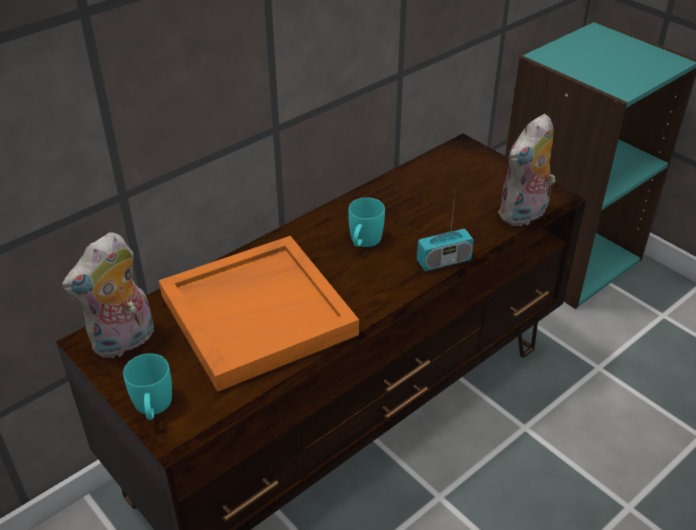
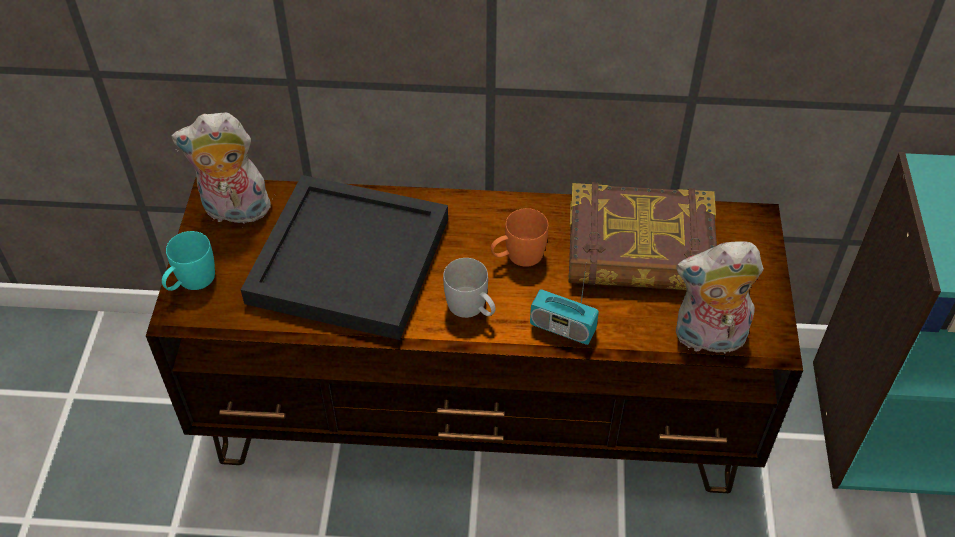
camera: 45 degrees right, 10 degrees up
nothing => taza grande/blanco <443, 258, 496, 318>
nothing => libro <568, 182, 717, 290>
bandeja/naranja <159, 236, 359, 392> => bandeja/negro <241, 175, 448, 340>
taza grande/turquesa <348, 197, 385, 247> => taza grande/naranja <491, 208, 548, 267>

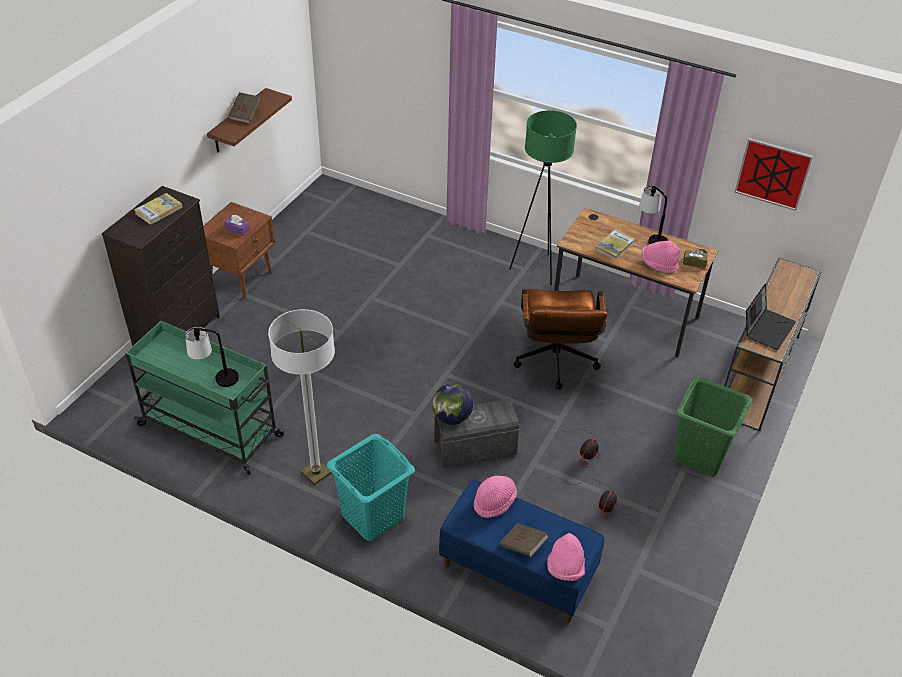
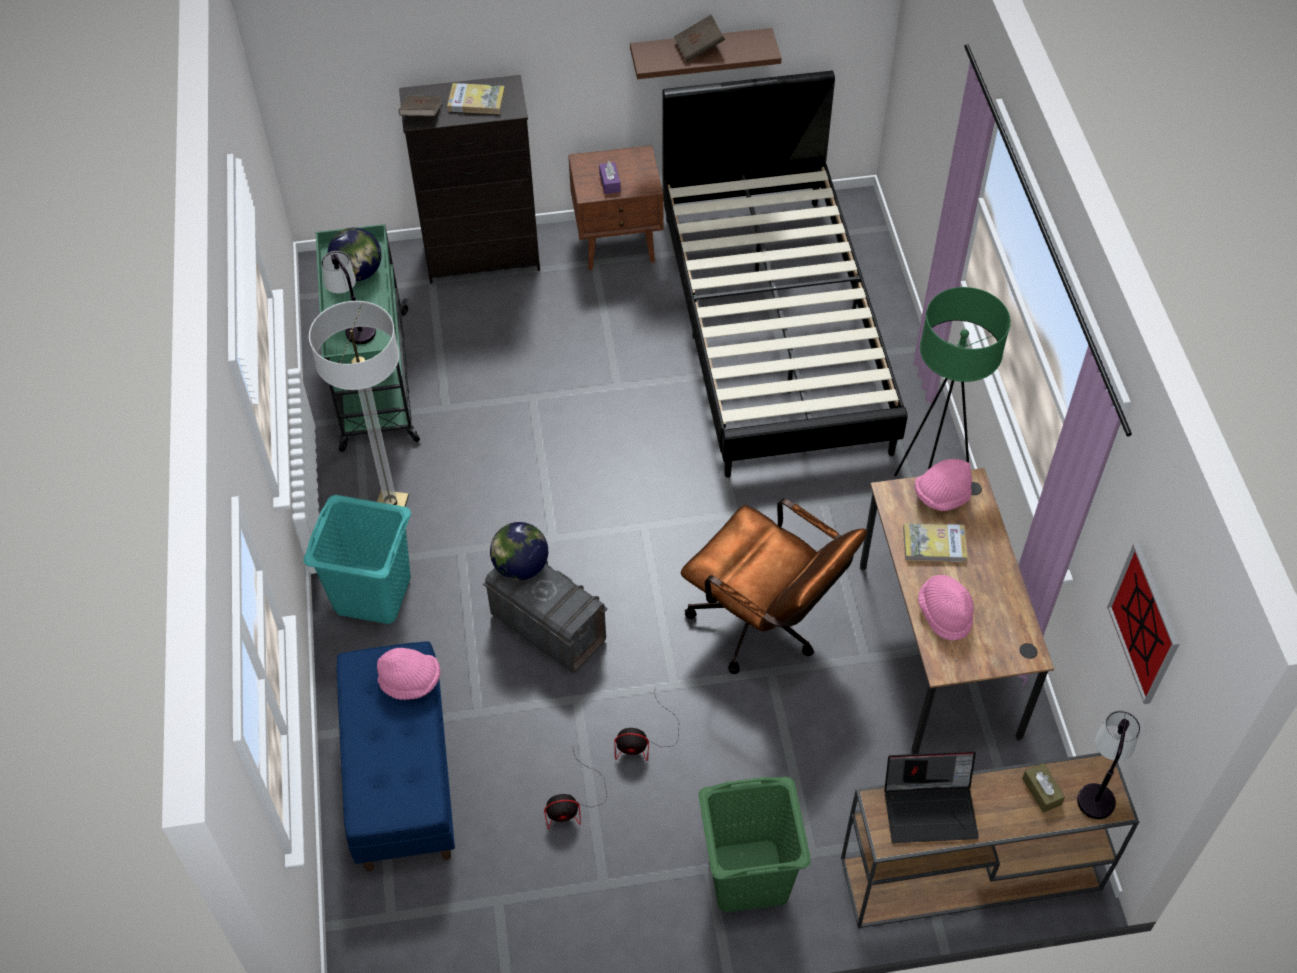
camera: 55 degrees right, 10 degrees up
nothing => globo terráqueo <328, 227, 382, 281>
nothing => cama/negro <663, 71, 908, 478>
libro/marrón <500, 523, 549, 557> => libro/marrón <399, 96, 442, 116>, relocated
sombrero/rosa <547, 533, 585, 581> => sombrero/rosa <915, 459, 972, 511>, relocated
lámpara de mesa <639, 186, 668, 244> => lámpara de mesa <1077, 710, 1141, 819>, relocated
caja de pañuelos/marrón <683, 248, 708, 268> => caja de pañuelos/marrón <1022, 763, 1065, 813>, relocated
silla de oficina/marrón <514, 289, 607, 390> => silla de oficina/marrón <681, 498, 867, 674>, 105 degrees counterclockwise

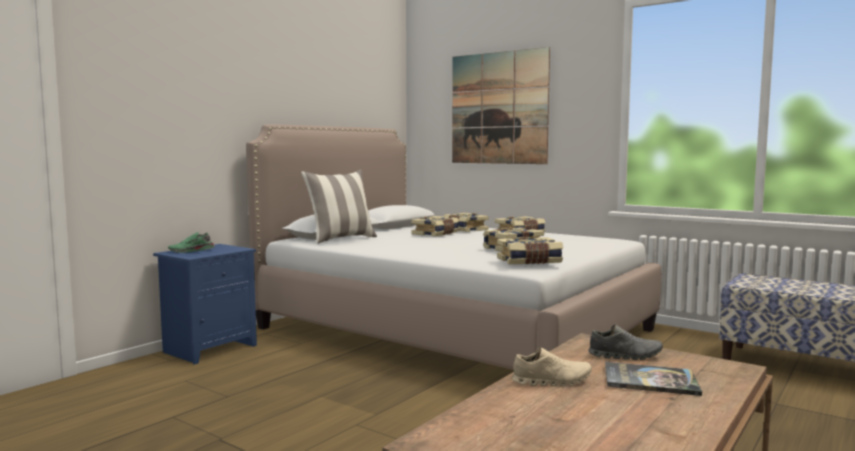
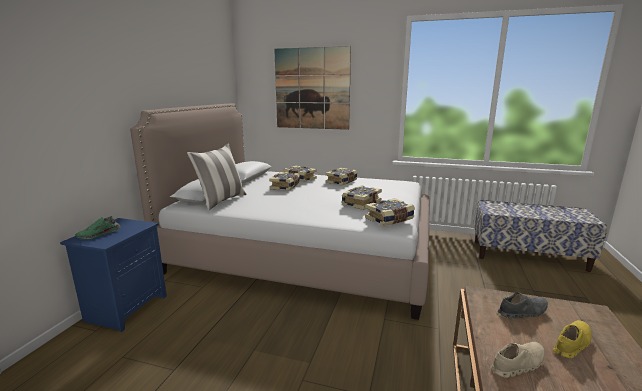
camera: 20 degrees left, 10 degrees up
libro <605, 362, 702, 396> => zapato/amarillo <553, 320, 592, 358>

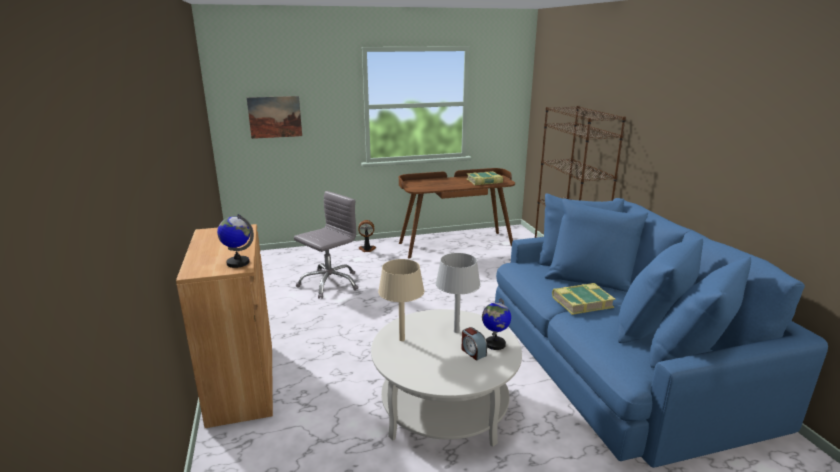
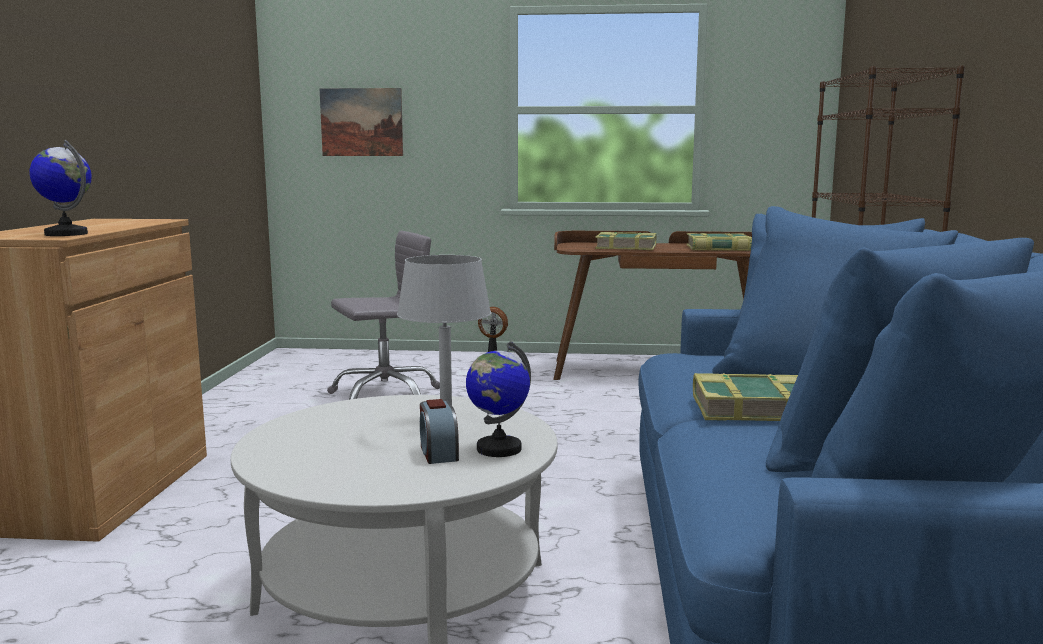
camera: 20 degrees right, 10 degrees down
lámpara de mesa/beis <378, 259, 424, 341> => nothing
nothing => libro <595, 232, 656, 250>

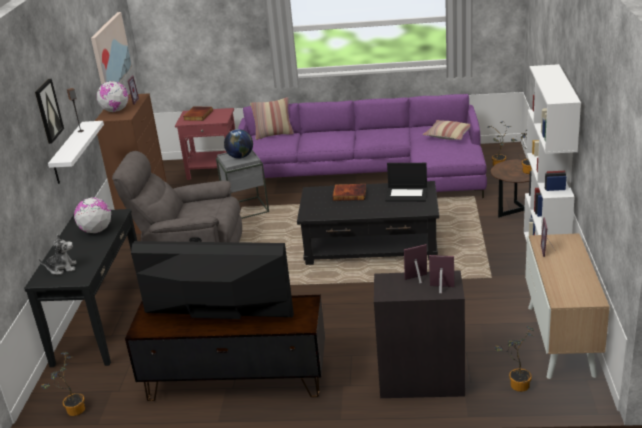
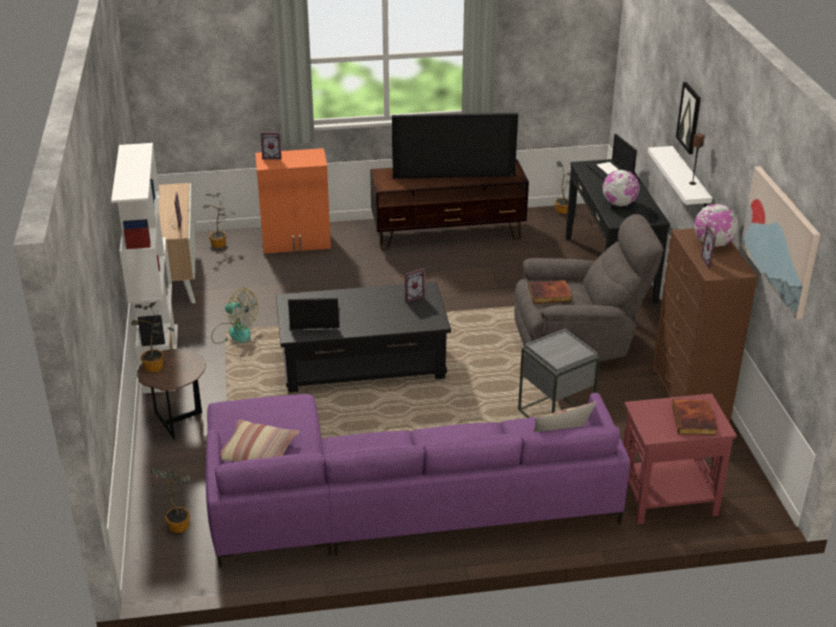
camera: 165 degrees right, 5 degrees up
globo terráqueo <224, 129, 253, 159> => nothing
nothing => ventilador <211, 288, 258, 344>
libro <333, 184, 366, 201> => libro <528, 280, 572, 304>, relocated
portarretratos <404, 244, 427, 283> => portarretratos <405, 268, 425, 303>, relocated
peluche <39, 234, 76, 275> => portátil <586, 134, 637, 181>
armario/negro <374, 270, 465, 398> => armario/naranja <255, 148, 331, 254>

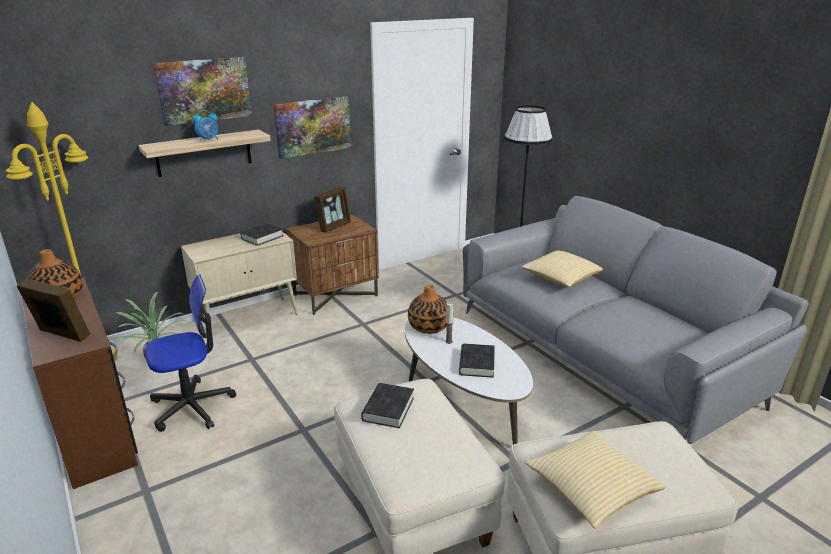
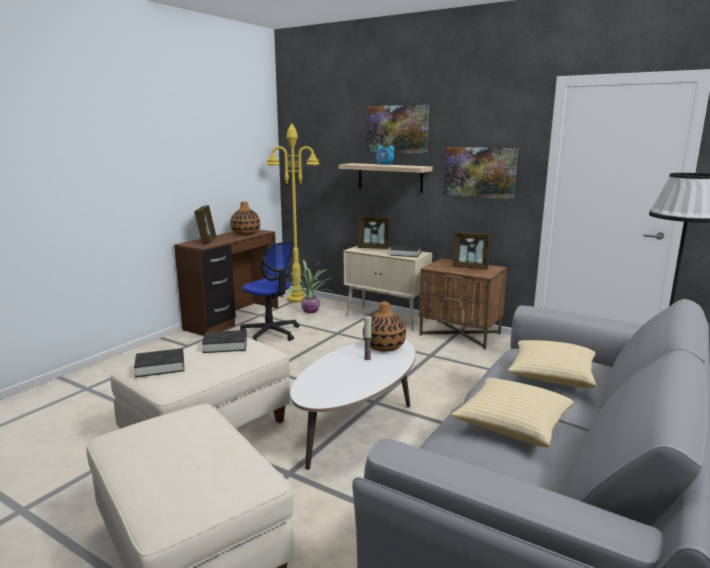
camera: 65 degrees right, 10 degrees down
nothing => portarretratos <358, 217, 390, 249>
libro/negro <459, 344, 495, 378> => libro/negro <134, 348, 184, 378>, relocated
cojín <525, 431, 665, 529> => cojín <451, 378, 574, 447>, relocated

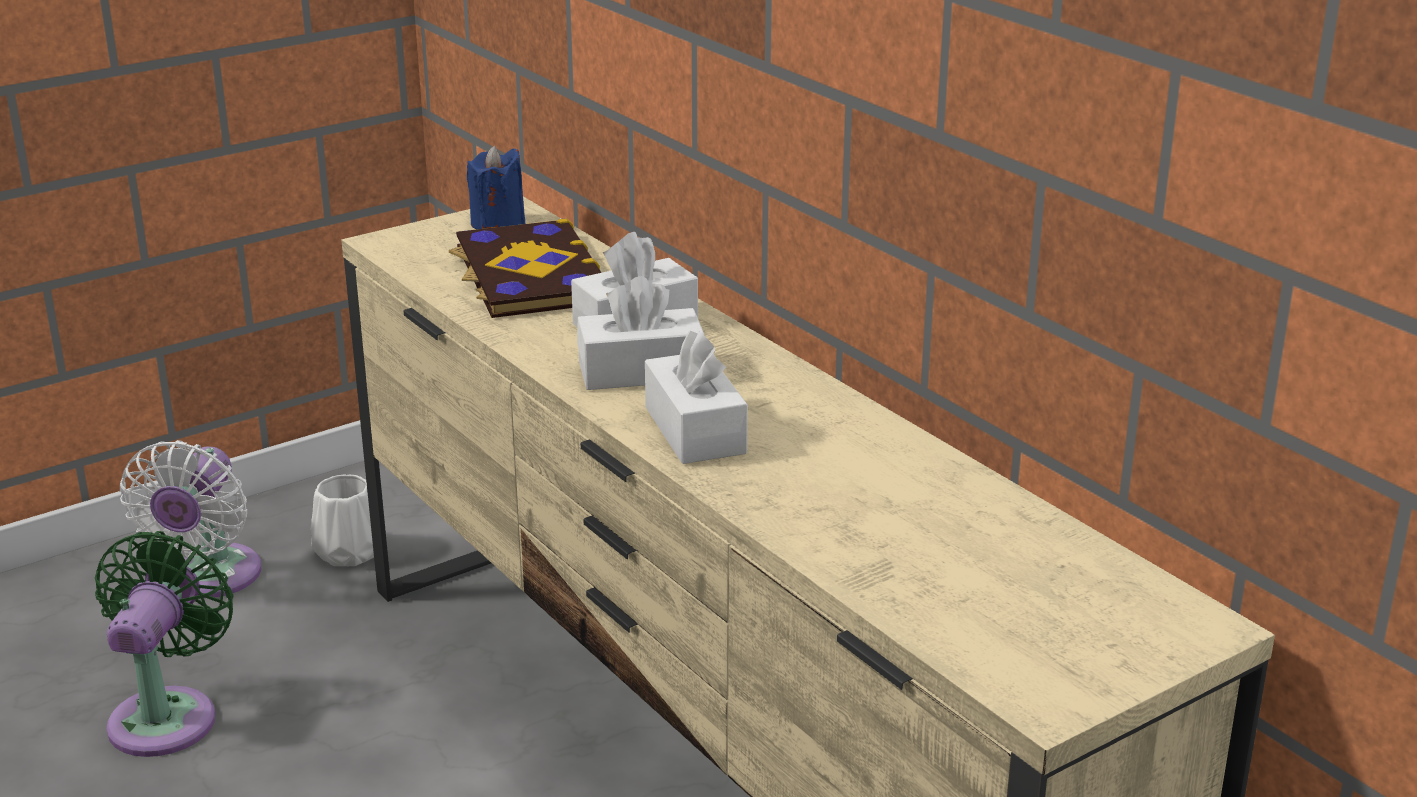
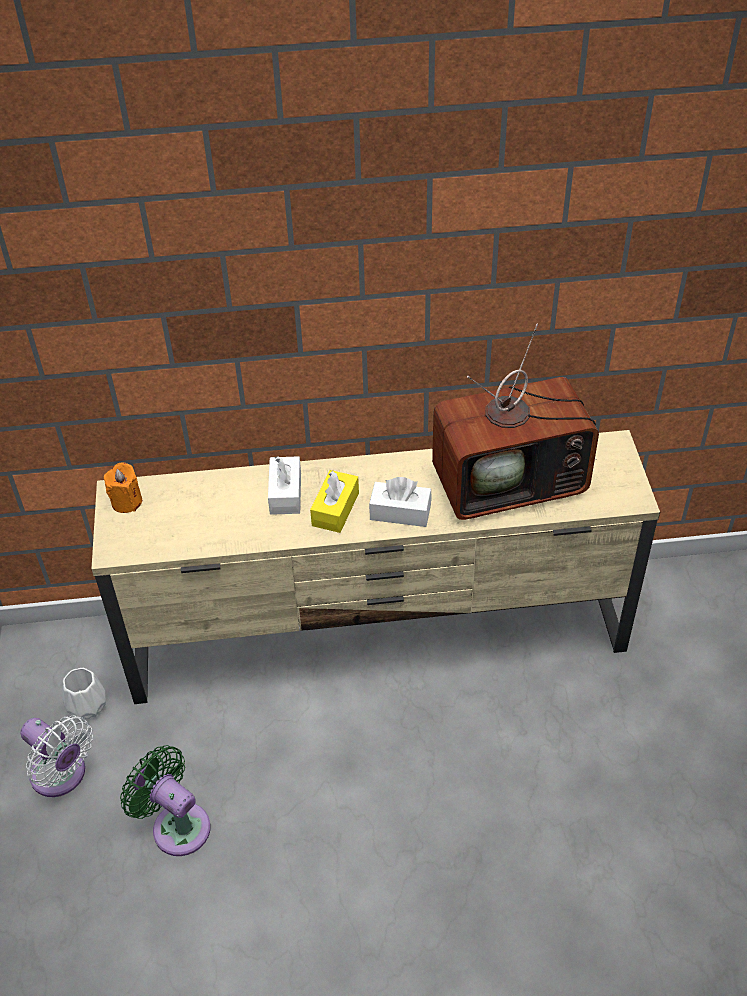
camera: 60 degrees left, 20 degrees up
libro <449, 218, 601, 318> => nothing
nothing => televisor <432, 323, 599, 520>
vela/azul <467, 145, 525, 229> => vela/naranja <104, 462, 142, 513>
caja de pañuelos/blanco <577, 276, 705, 390> => caja de pañuelos/amarillo <310, 470, 359, 533>

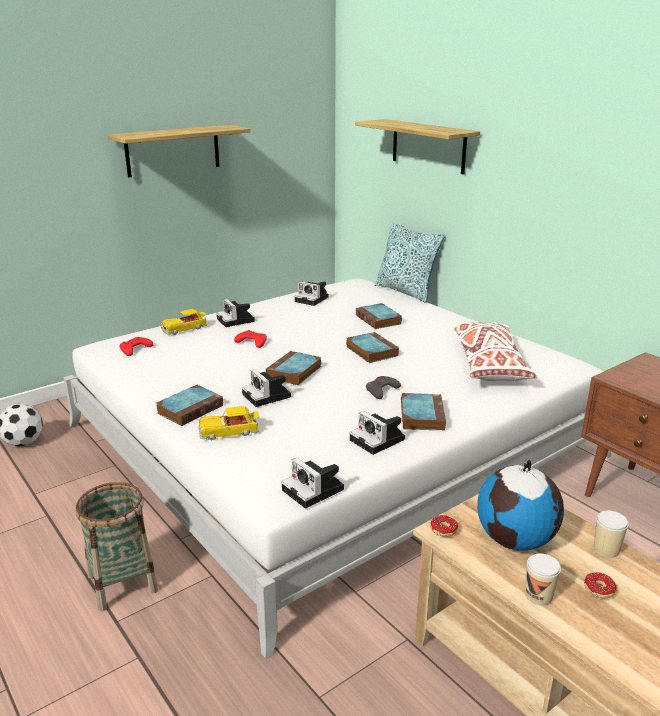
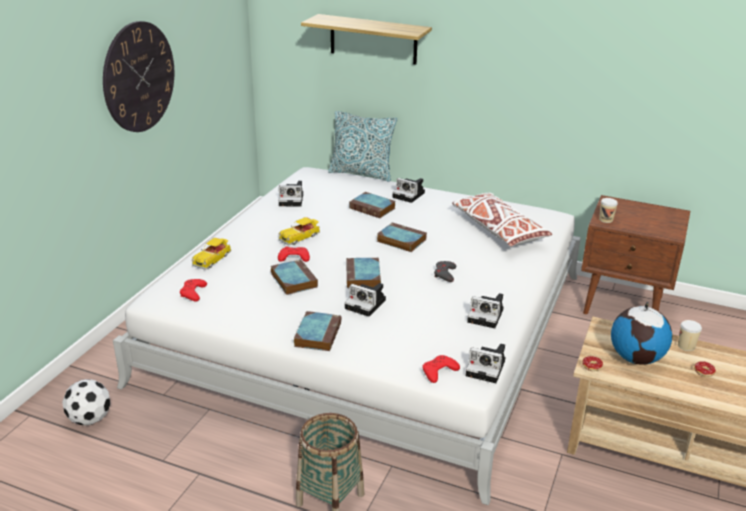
camera: 30 degrees left, 5 degrees up
nothing => mando de consola/rojo <423, 355, 460, 383>
coche de juguete <199, 406, 259, 440> => coche de juguete <279, 217, 320, 245>, relocated
cámara <217, 299, 255, 327> => cámara <393, 178, 425, 203>, relocated
libro <401, 393, 446, 431> => libro <271, 259, 318, 295>, relocated
taza <525, 553, 561, 606> => taza <599, 198, 618, 223>, relocated
estante <107, 125, 251, 178> => reloj de pared <103, 21, 174, 132>

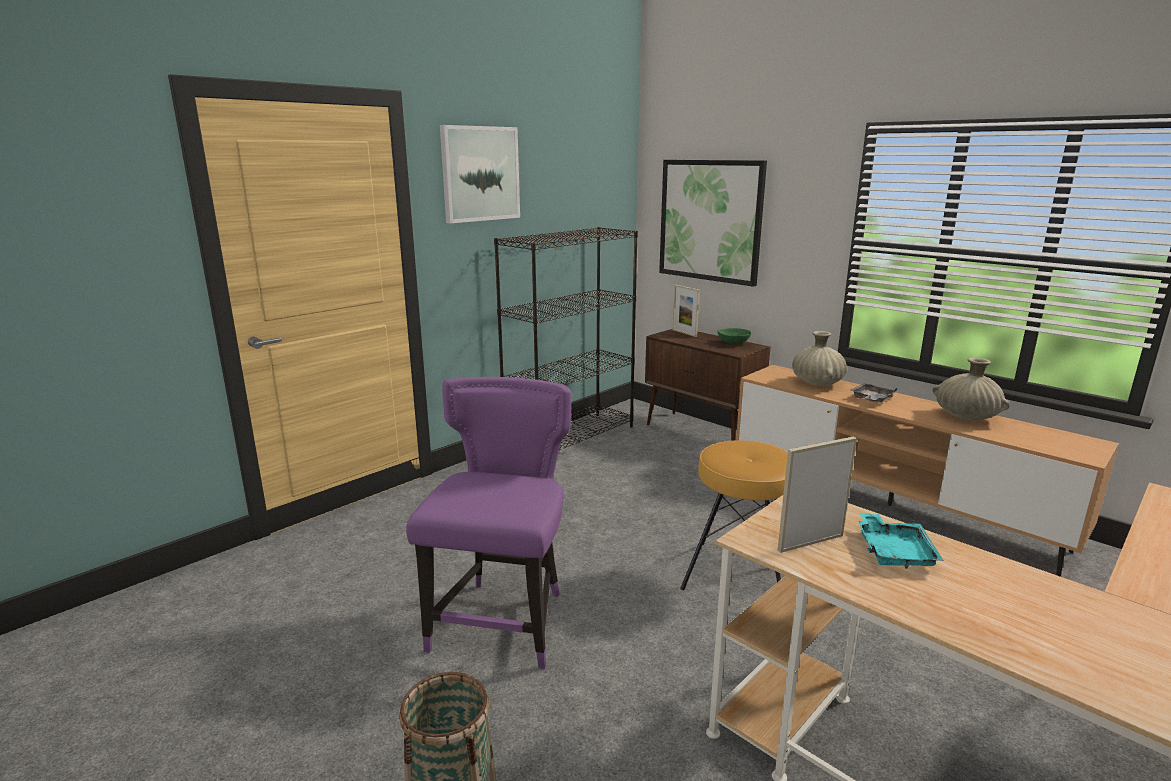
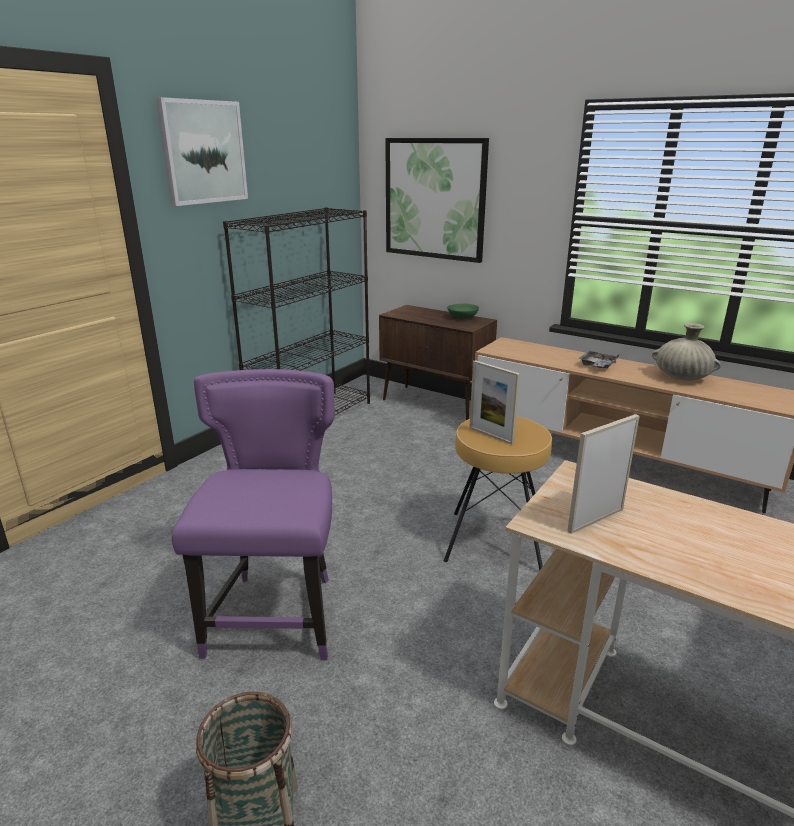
camera: 10 degrees left, 5 degrees up
florero/beis <792, 331, 847, 386> => nothing
bandeja/turquesa <858, 513, 944, 568> => nothing
portarretratos <673, 285, 700, 337> => portarretratos <469, 360, 520, 445>, relocated

